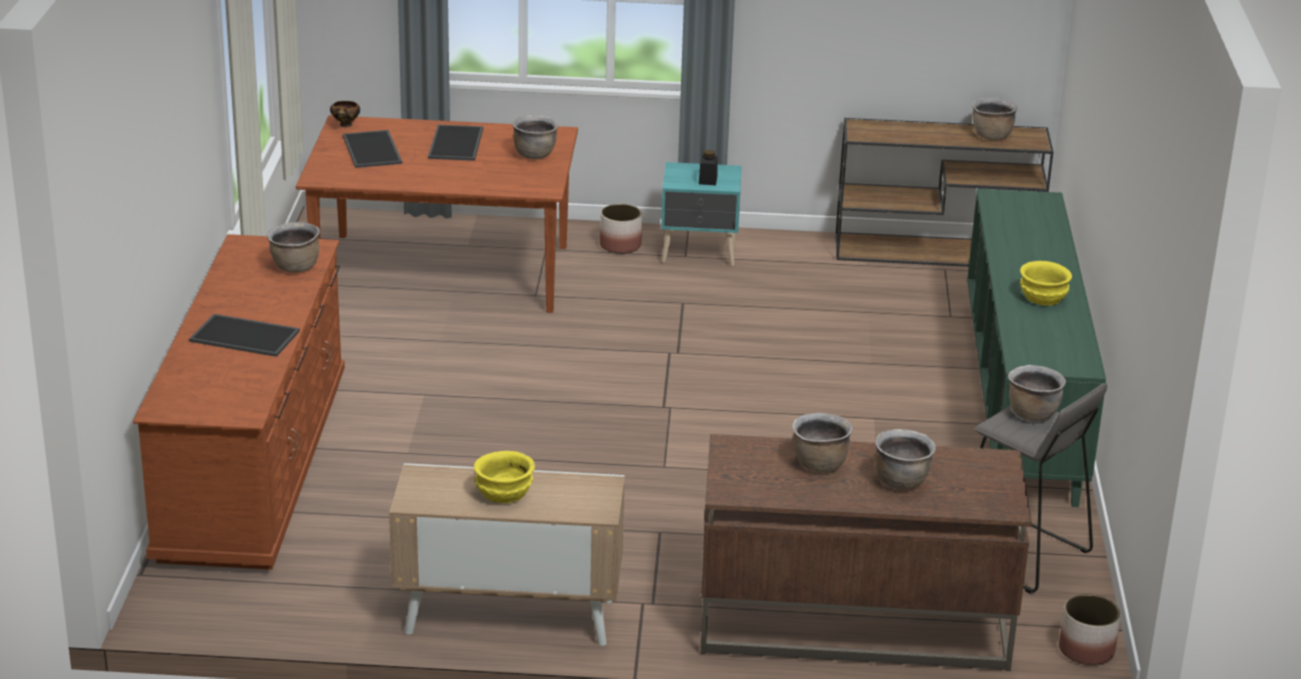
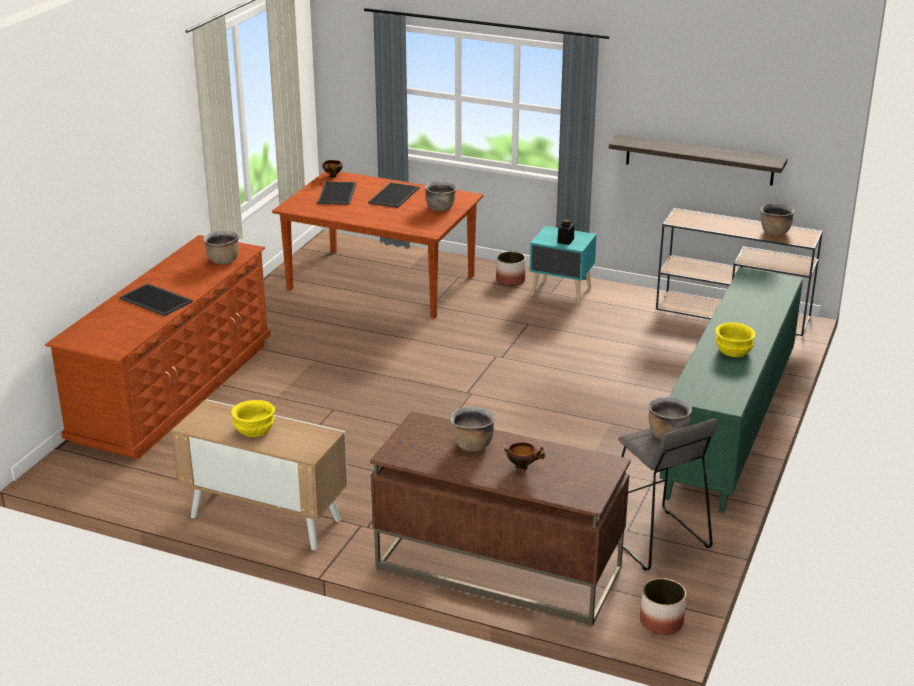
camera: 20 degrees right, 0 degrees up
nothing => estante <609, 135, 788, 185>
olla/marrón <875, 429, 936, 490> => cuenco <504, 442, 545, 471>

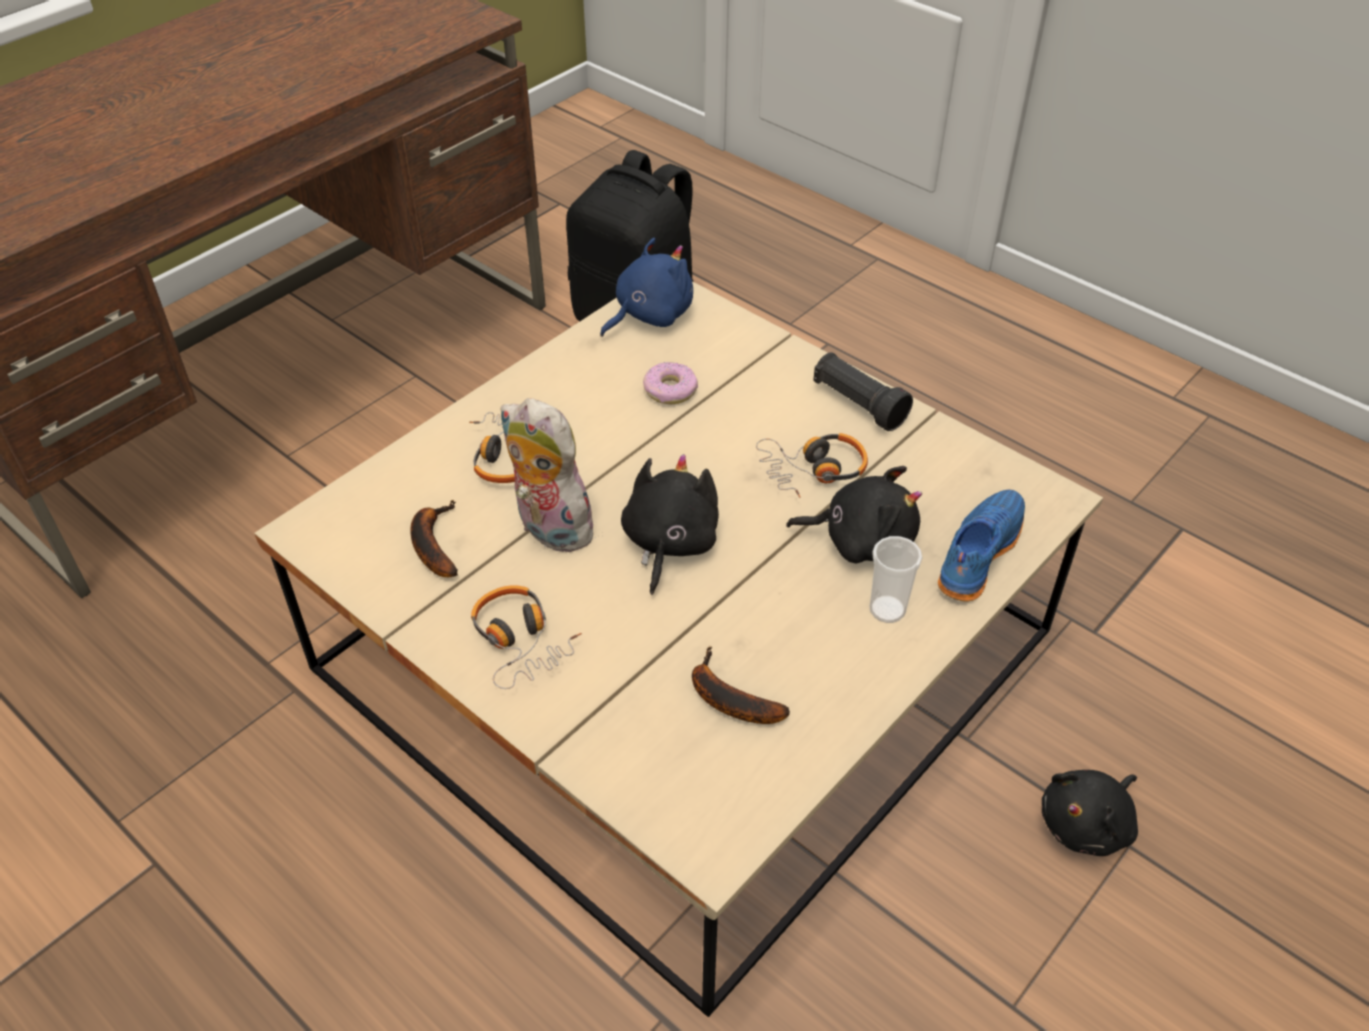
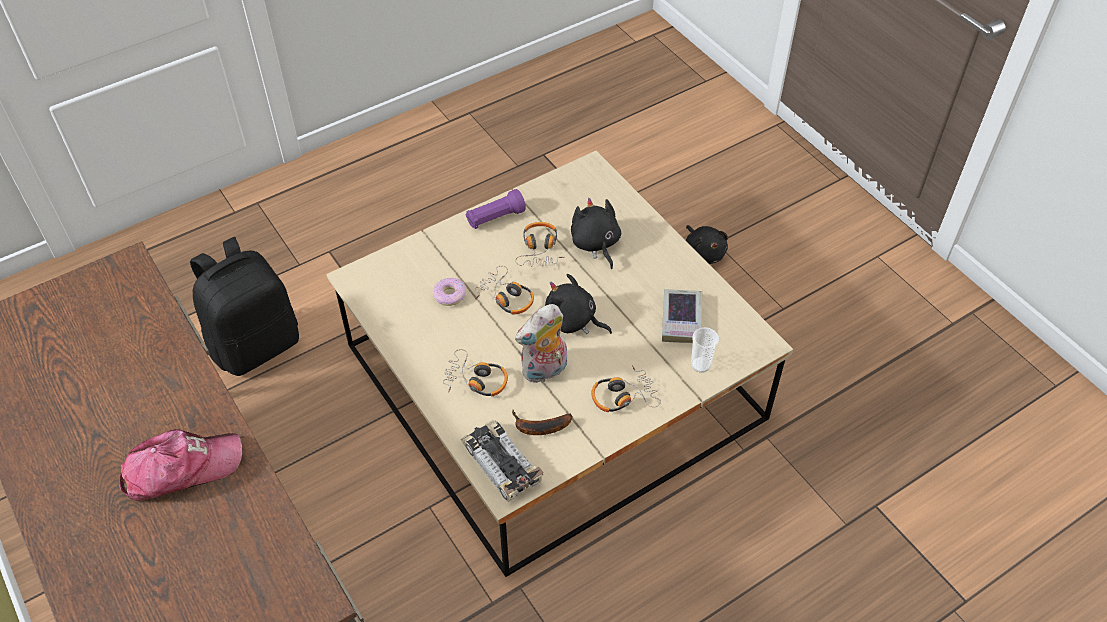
camera: 75 degrees left, 5 degrees up
peluche/azul <600, 238, 693, 337> => nothing
zapato/azul <938, 489, 1025, 601> => nothing
nothing => gorra <119, 429, 242, 501>
nothing => coche de juguete <460, 421, 544, 502>
nothing => auriculares <475, 266, 534, 314>
taza <869, 536, 922, 623> => taza <691, 327, 719, 373>, relocated
plátano <692, 646, 790, 724> => libro <662, 289, 702, 343>
linterna/negro <813, 352, 913, 431> => linterna/morado <466, 189, 526, 229>
peluche/negro <786, 466, 922, 564> => peluche/negro <571, 198, 621, 269>, 45 degrees counterclockwise

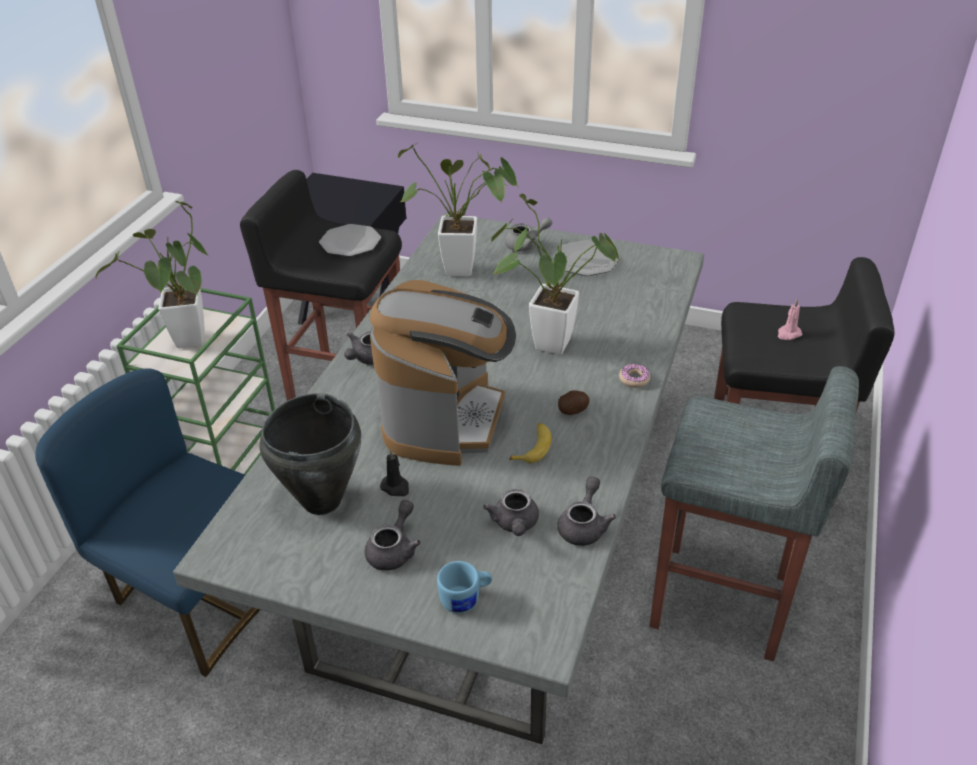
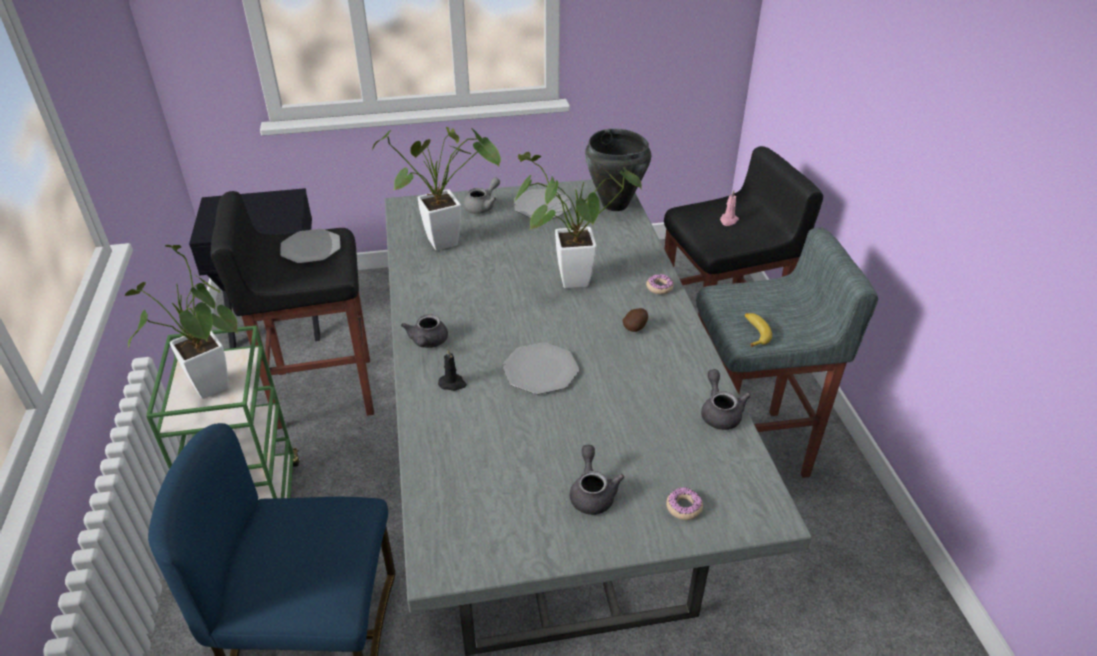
camera: 30 degrees left, 0 degrees up
tetera/gris <483, 489, 539, 536> => nothing
olla/negro <259, 393, 361, 515> => olla/negro <585, 129, 651, 211>, relocated
vela/negro <380, 449, 409, 496> => vela/negro <438, 349, 467, 391>, relocated
plátano <509, 423, 551, 463> => plátano <745, 313, 772, 347>, relocated
cafetera <369, 280, 516, 466> => plato <503, 342, 579, 394>
taza grande/azul <437, 561, 492, 614> => rosquilla <666, 487, 703, 520>

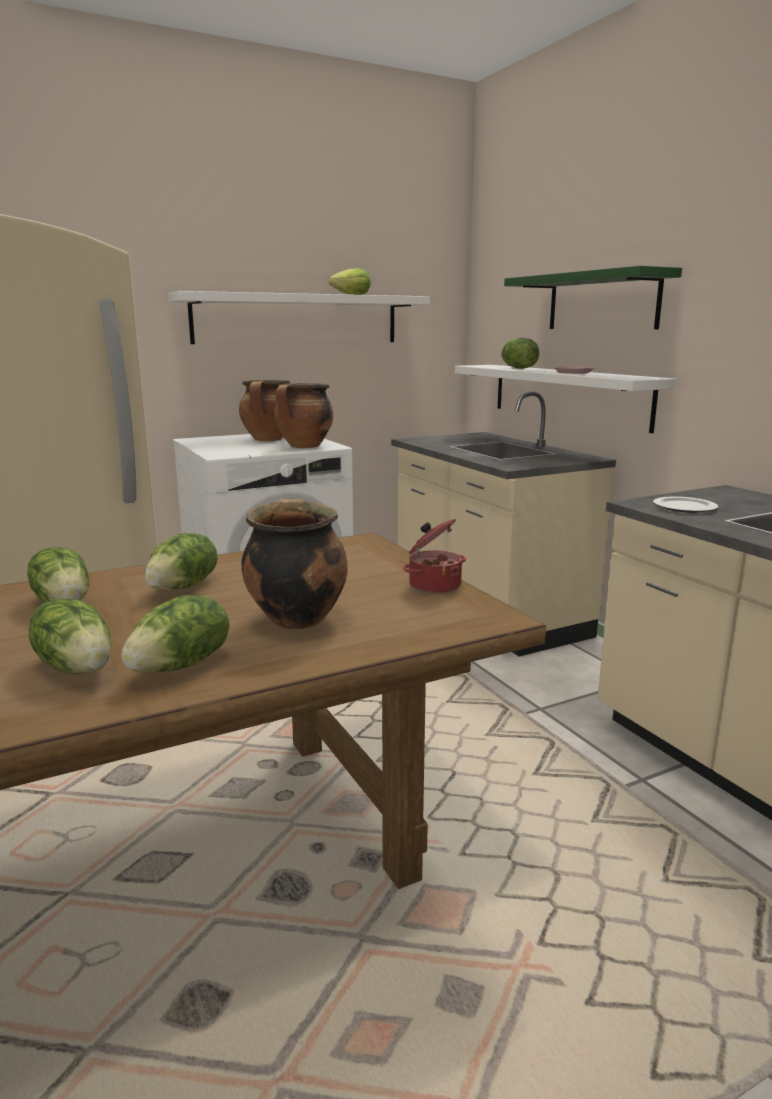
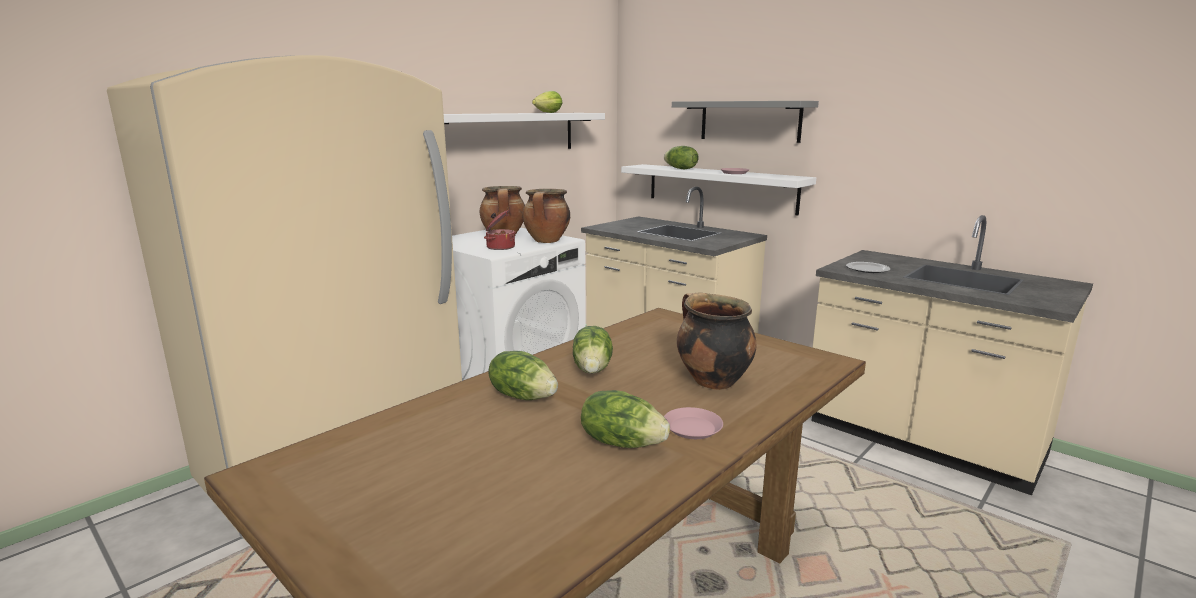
camera: 20 degrees left, 0 degrees up
olla <403, 519, 466, 594> => olla <484, 210, 516, 250>, relocated
lechuga <121, 595, 229, 672> => plato/rosa <664, 407, 723, 439>
estante/verde <504, 266, 682, 329> => estante/gris <672, 101, 819, 143>

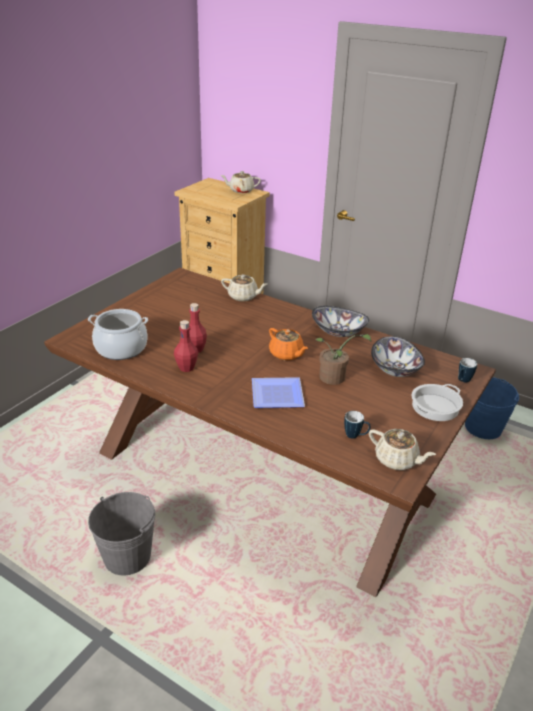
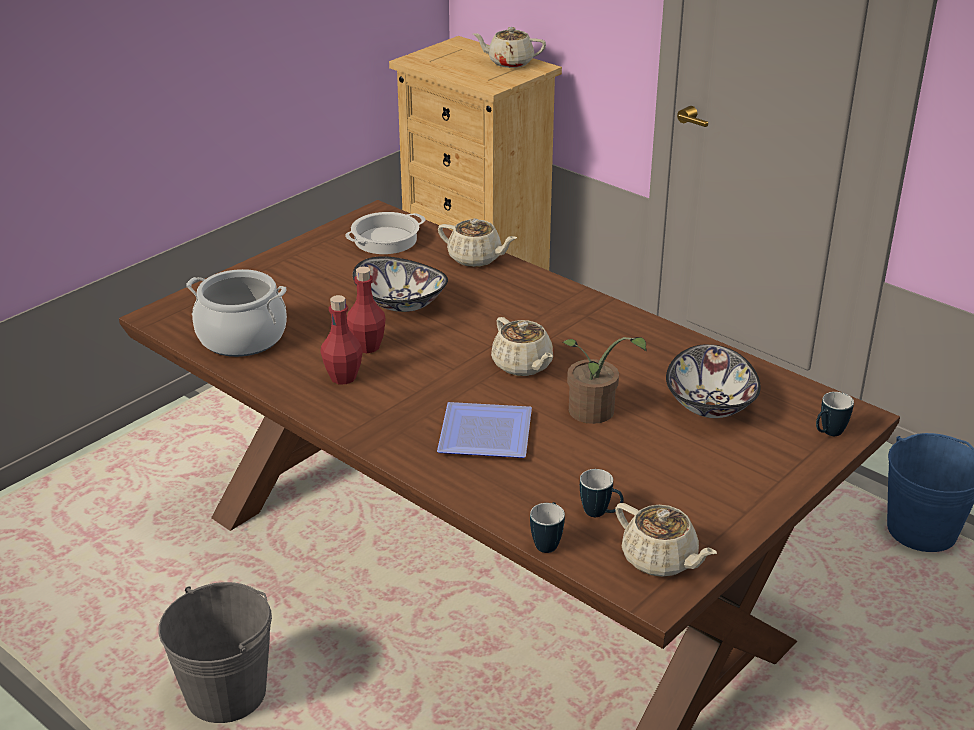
camera: 10 degrees right, 0 degrees up
nothing => taza grande <530, 502, 565, 553>
cuenco <312, 306, 369, 337> => cuenco <353, 256, 448, 312>, relocated
olla <411, 384, 463, 421> => olla <345, 212, 426, 254>, relocated
tetera/naranja <269, 328, 308, 361> => tetera/beis <491, 317, 553, 376>

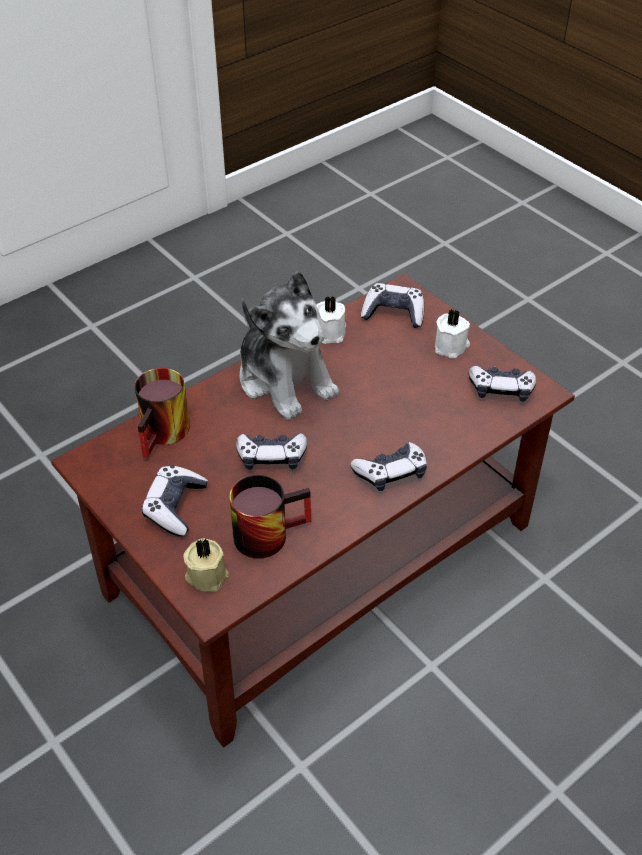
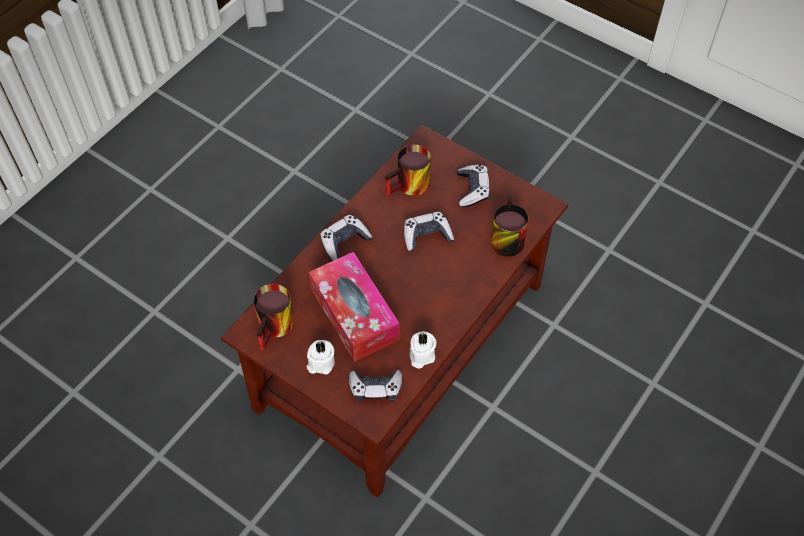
camera: 165 degrees right, 10 degrees up
vela/beis <183, 538, 229, 592> => nothing
peluche <239, 271, 339, 420> => nothing
nothing => caja de pañuelos <309, 252, 399, 362>
mando de consola <469, 366, 536, 402> => taza grande <254, 284, 294, 351>

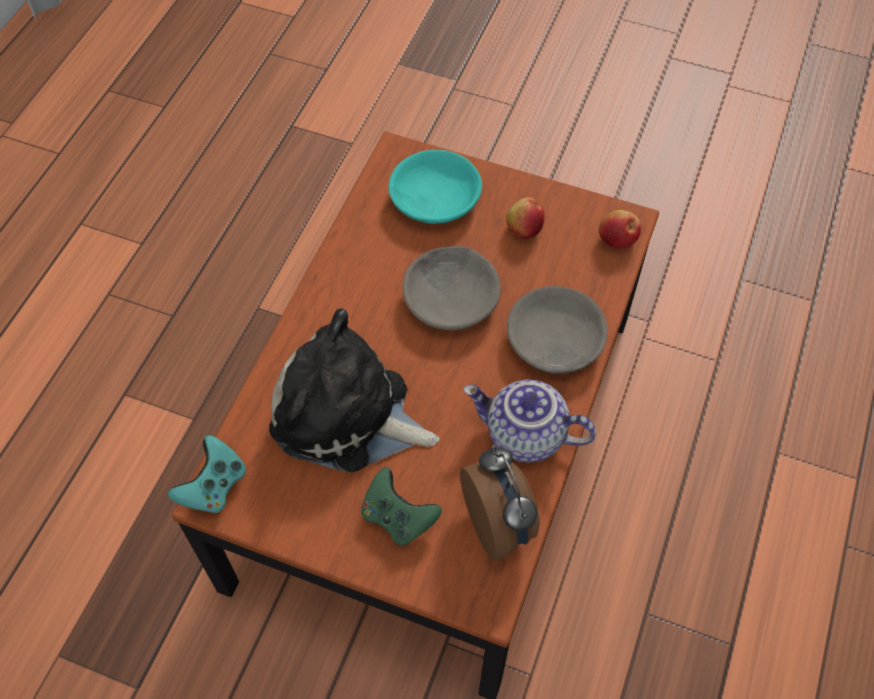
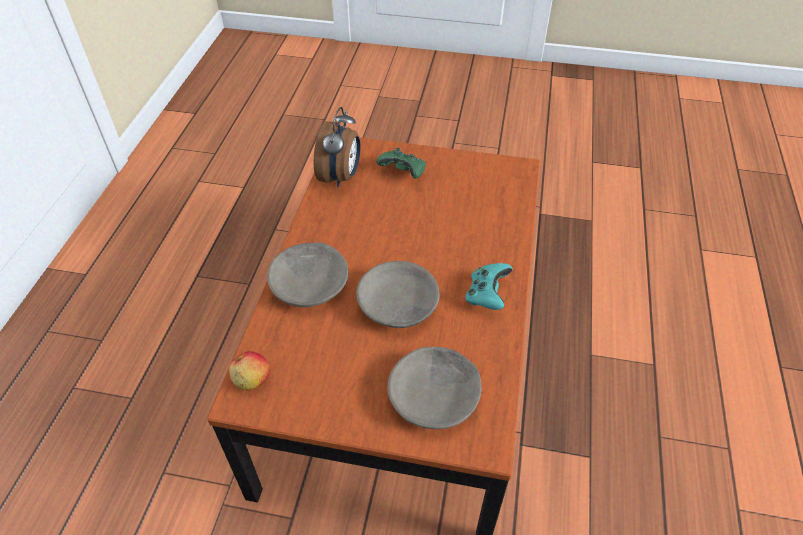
camera: 170 degrees right, 10 degrees down
peluche <269, 308, 440, 473> => nothing
tetera <464, 380, 596, 462> => nothing
manzana <506, 198, 545, 239> => nothing
mando de consola/turquesa <168, 435, 246, 513> => mando de consola/turquesa <466, 263, 513, 310>, relocated
cuenco/turquesa <388, 150, 482, 224> => cuenco/gris <387, 347, 482, 429>
despertador <460, 445, 540, 561> => despertador <314, 107, 361, 188>, 135 degrees counterclockwise

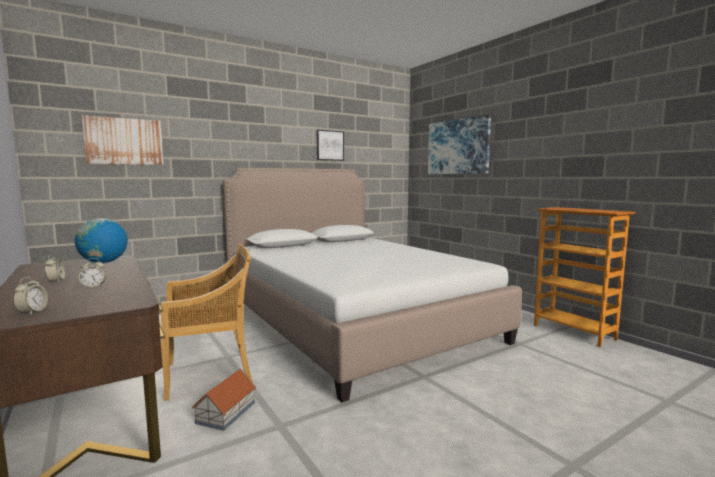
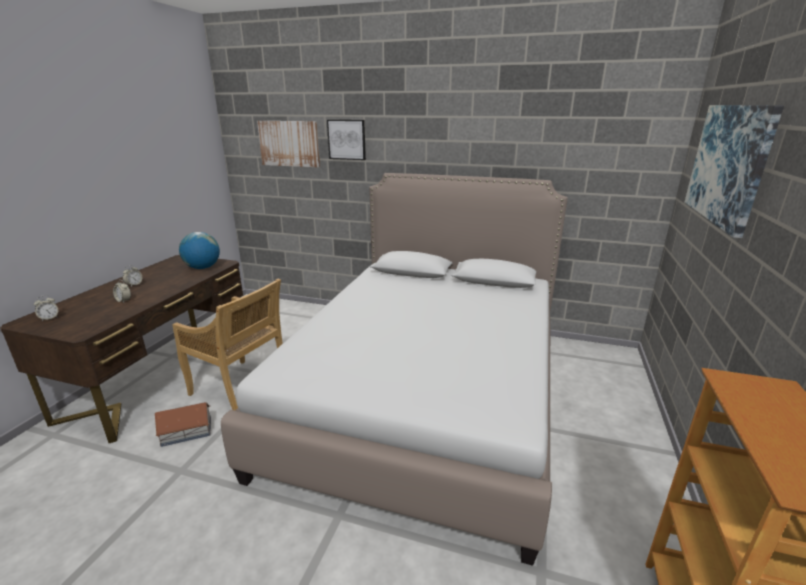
camera: 50 degrees right, 15 degrees up
cuadro <317, 130, 344, 161> => cuadro <327, 120, 366, 160>, relocated

